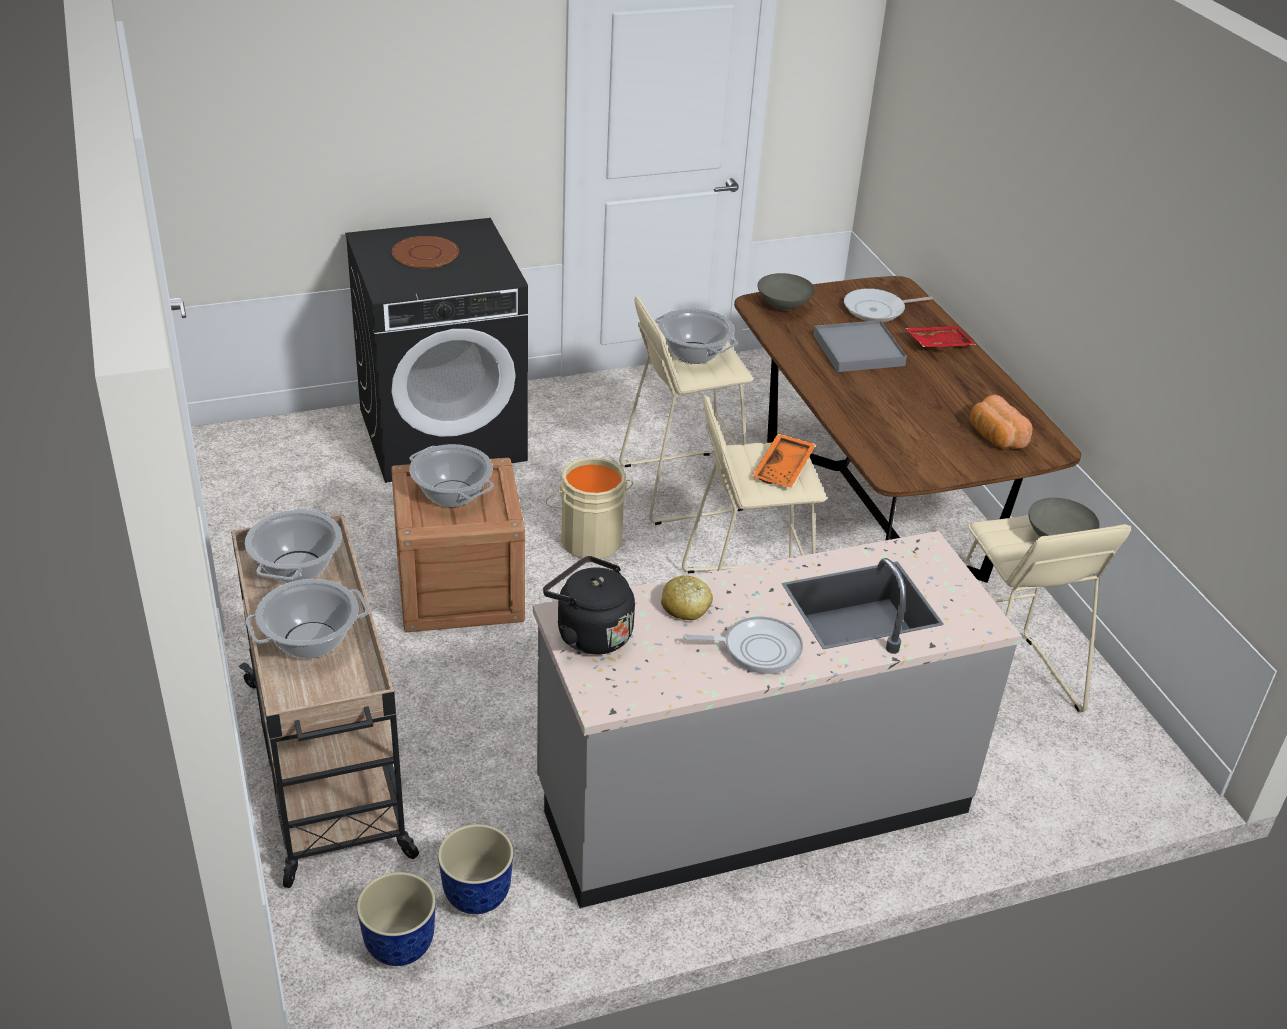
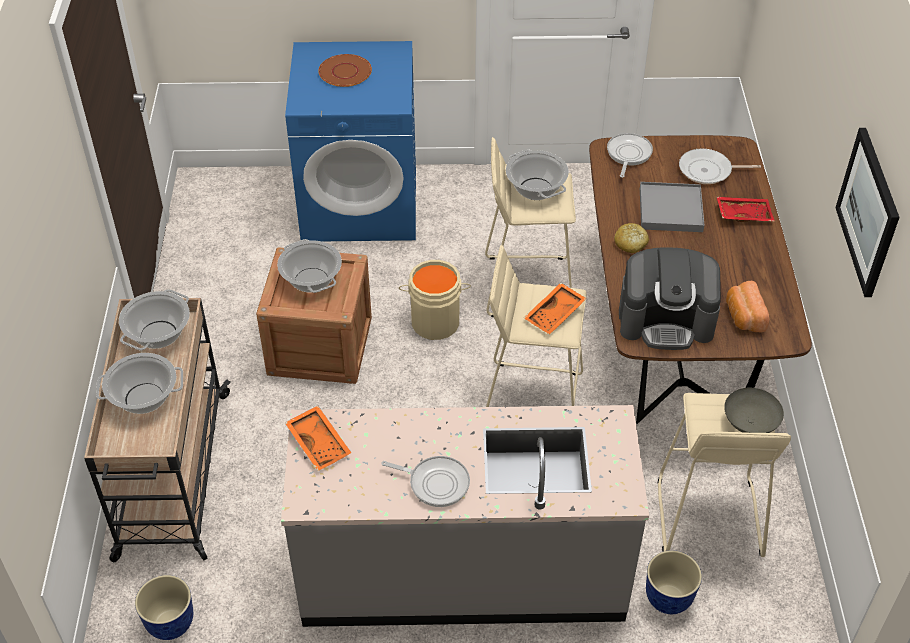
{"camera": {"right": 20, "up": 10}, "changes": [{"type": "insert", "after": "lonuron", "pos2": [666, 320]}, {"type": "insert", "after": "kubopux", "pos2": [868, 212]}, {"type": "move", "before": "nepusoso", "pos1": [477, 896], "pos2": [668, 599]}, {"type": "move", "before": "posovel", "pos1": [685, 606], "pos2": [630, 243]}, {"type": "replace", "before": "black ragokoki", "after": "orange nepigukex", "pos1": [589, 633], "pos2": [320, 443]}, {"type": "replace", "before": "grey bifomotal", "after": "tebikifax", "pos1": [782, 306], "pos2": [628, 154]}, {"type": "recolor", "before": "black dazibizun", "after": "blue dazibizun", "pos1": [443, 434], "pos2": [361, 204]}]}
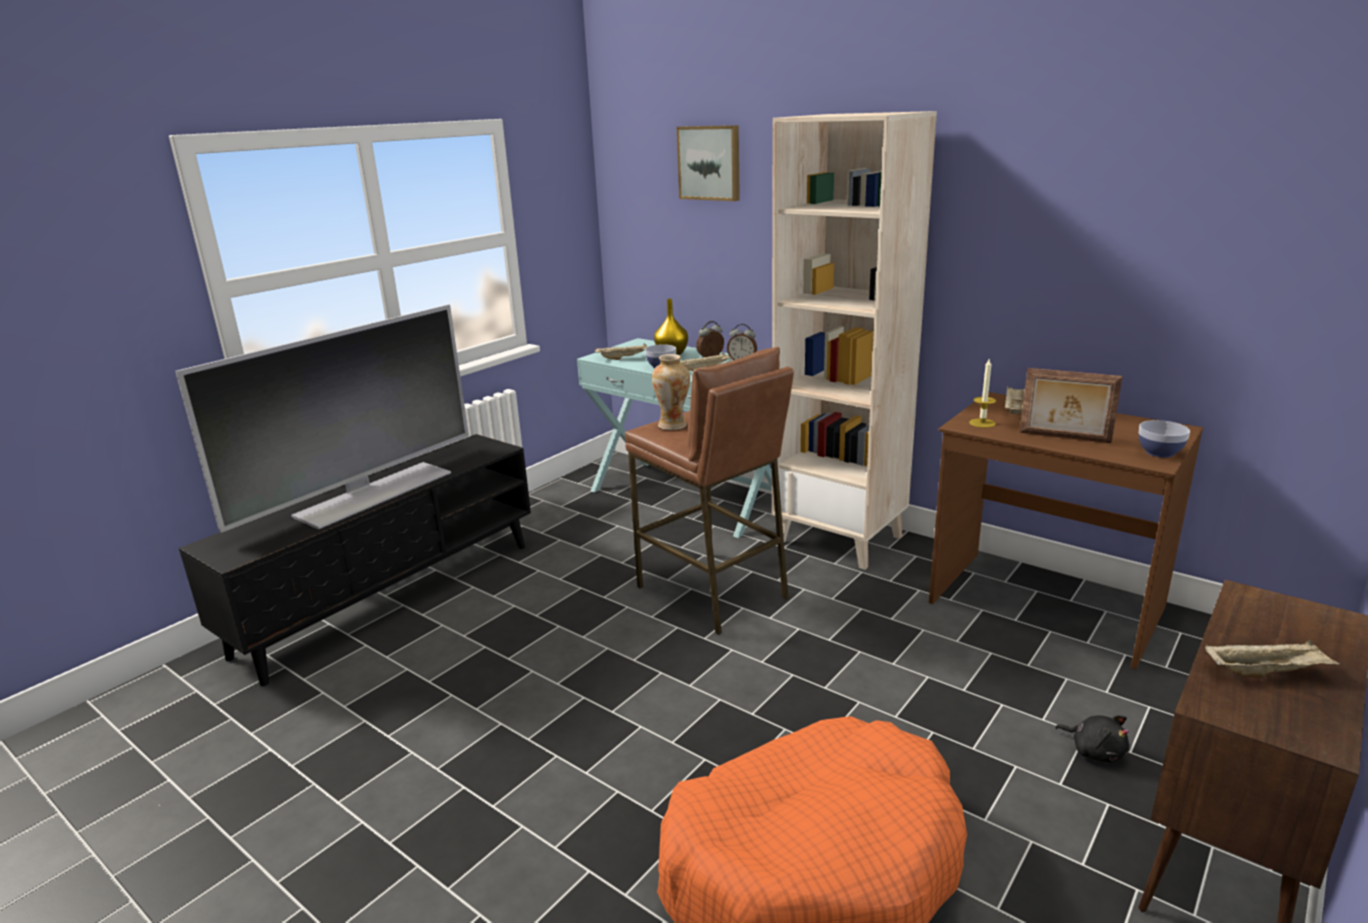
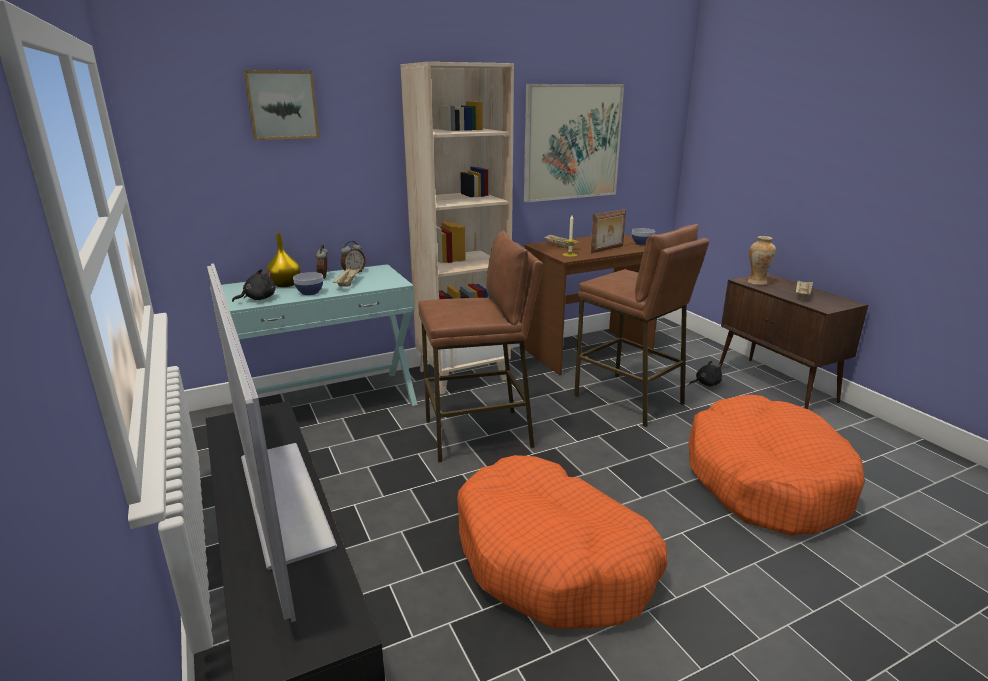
{"camera": {"right": -65, "up": 0}, "changes": [{"type": "insert", "after": "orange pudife", "pos2": [553, 559]}, {"type": "insert", "after": "kubopux", "pos2": [572, 142]}, {"type": "insert", "after": "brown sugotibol", "pos2": [629, 399]}, {"type": "move", "before": "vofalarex", "pos1": [672, 425], "pos2": [757, 282]}, {"type": "replace", "before": "beige nepigukex", "after": "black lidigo", "pos1": [623, 358], "pos2": [258, 299]}]}
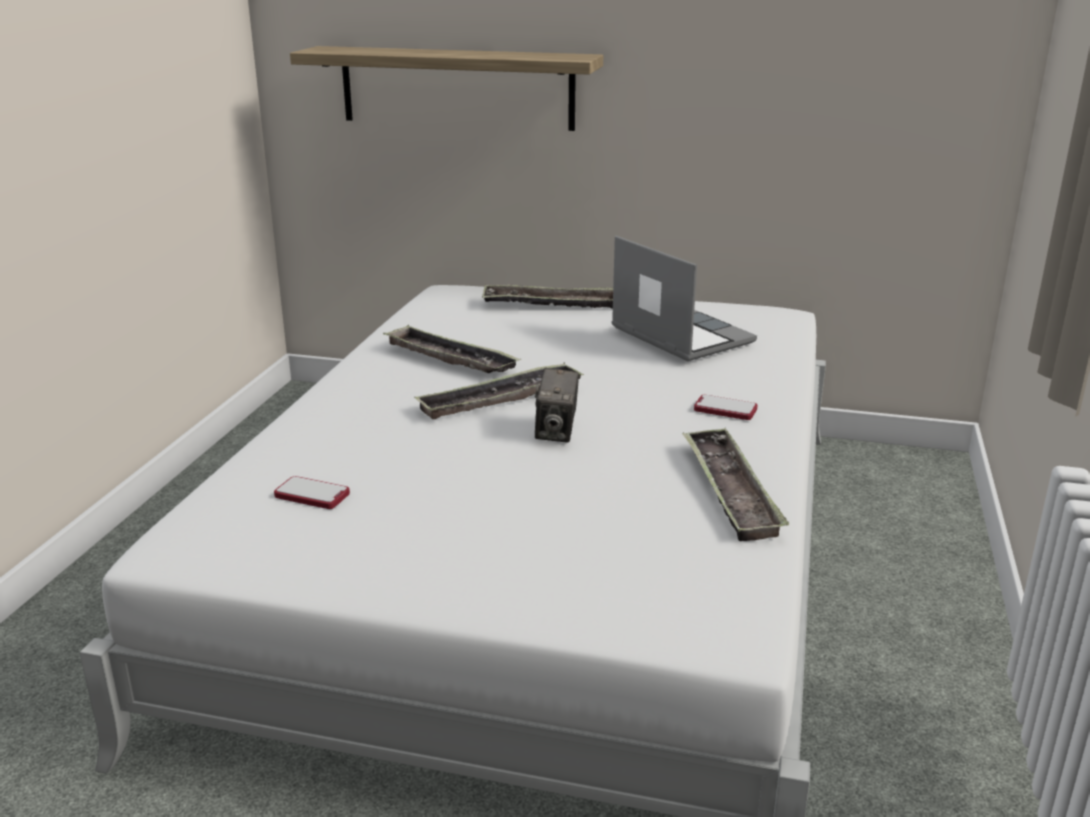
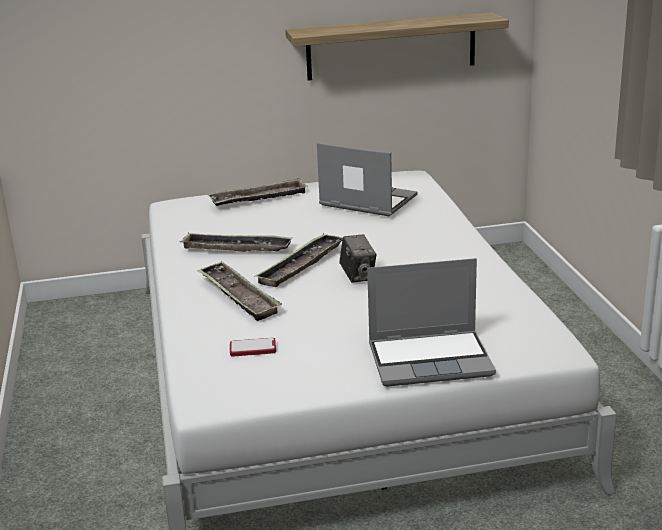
{"camera": {"right": -25, "up": 0}, "changes": [{"type": "delete", "before": "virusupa", "pos1": [725, 409]}, {"type": "insert", "after": "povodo", "pos2": [431, 359]}, {"type": "move", "before": "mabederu", "pos1": [456, 88], "pos2": [391, 46]}, {"type": "move", "before": "nepigukex", "pos1": [730, 490], "pos2": [238, 296]}]}
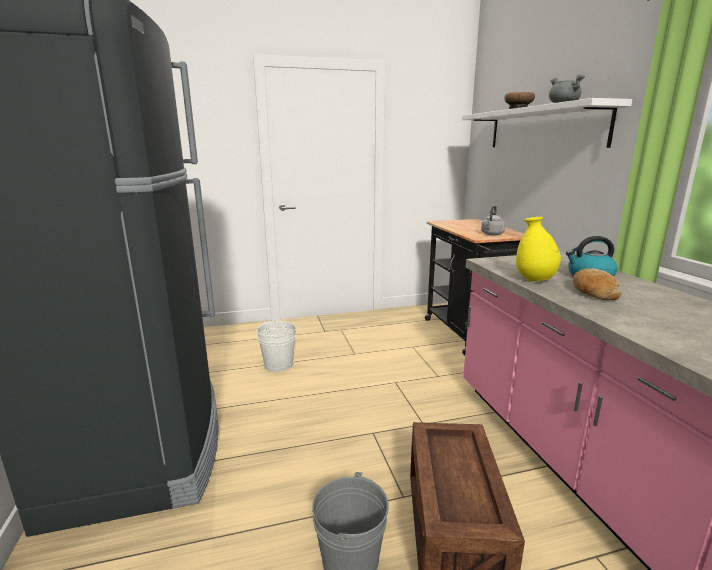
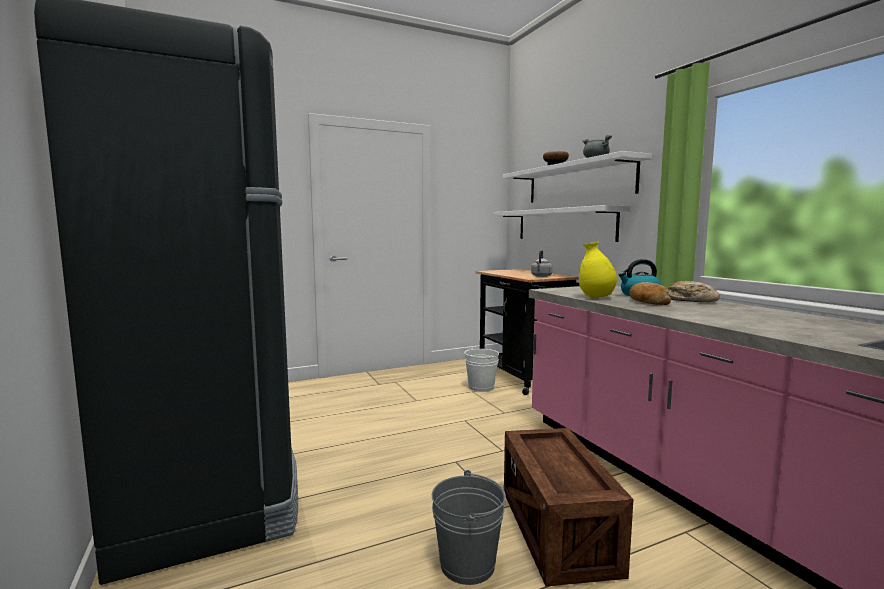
{"camera": {"right": -10, "up": -10}, "changes": [{"type": "insert", "after": "white mabederu", "pos2": [563, 225]}, {"type": "insert", "after": "posovel", "pos2": [690, 300]}, {"type": "move", "before": "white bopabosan", "pos1": [278, 364], "pos2": [481, 387]}]}
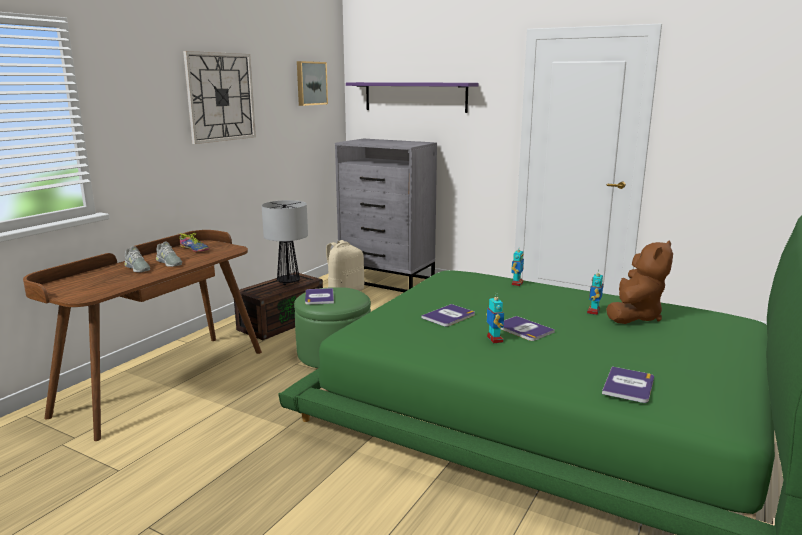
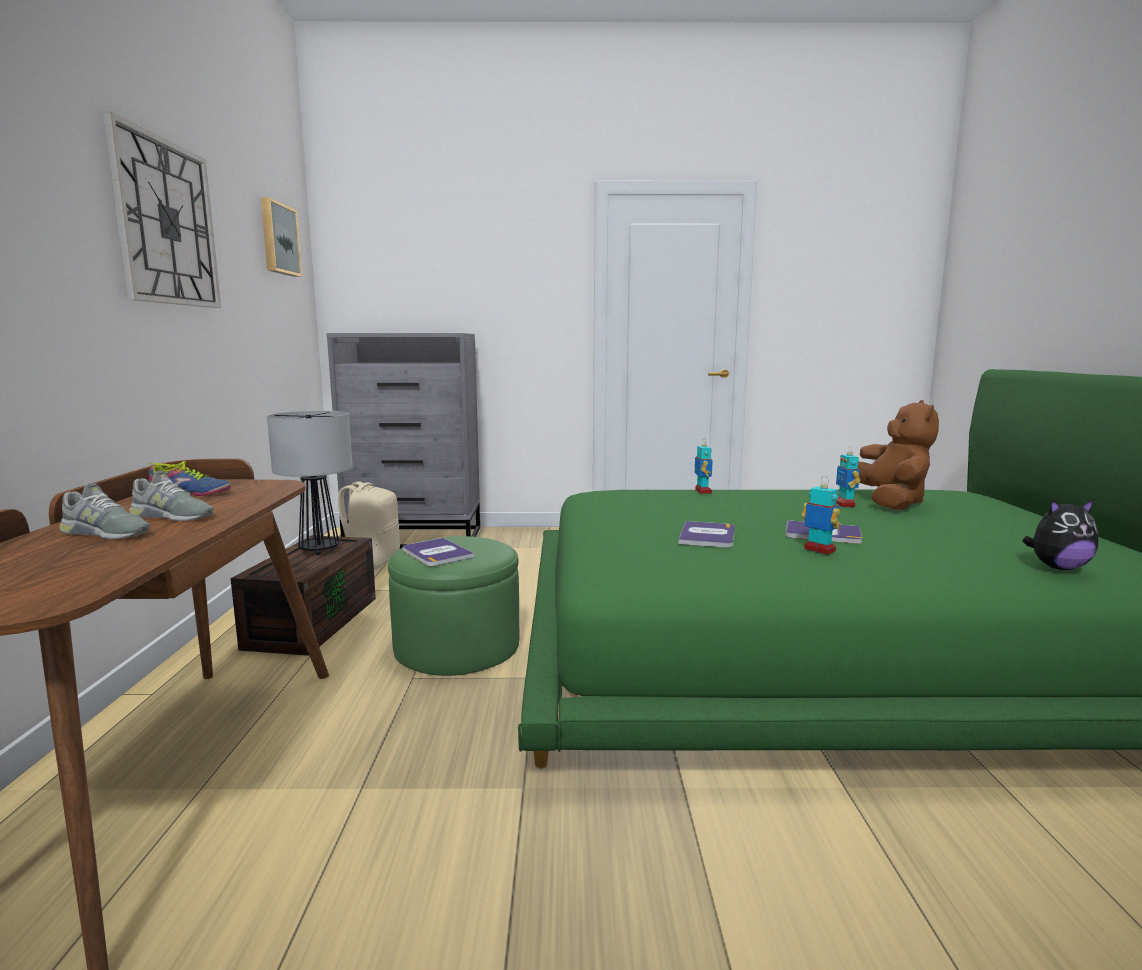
{"camera": {"right": -30, "up": -5}, "changes": [{"type": "delete", "before": "purple mabederu", "pos1": [415, 97]}, {"type": "replace", "before": "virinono", "after": "lidigo", "pos1": [628, 385], "pos2": [1058, 567]}]}
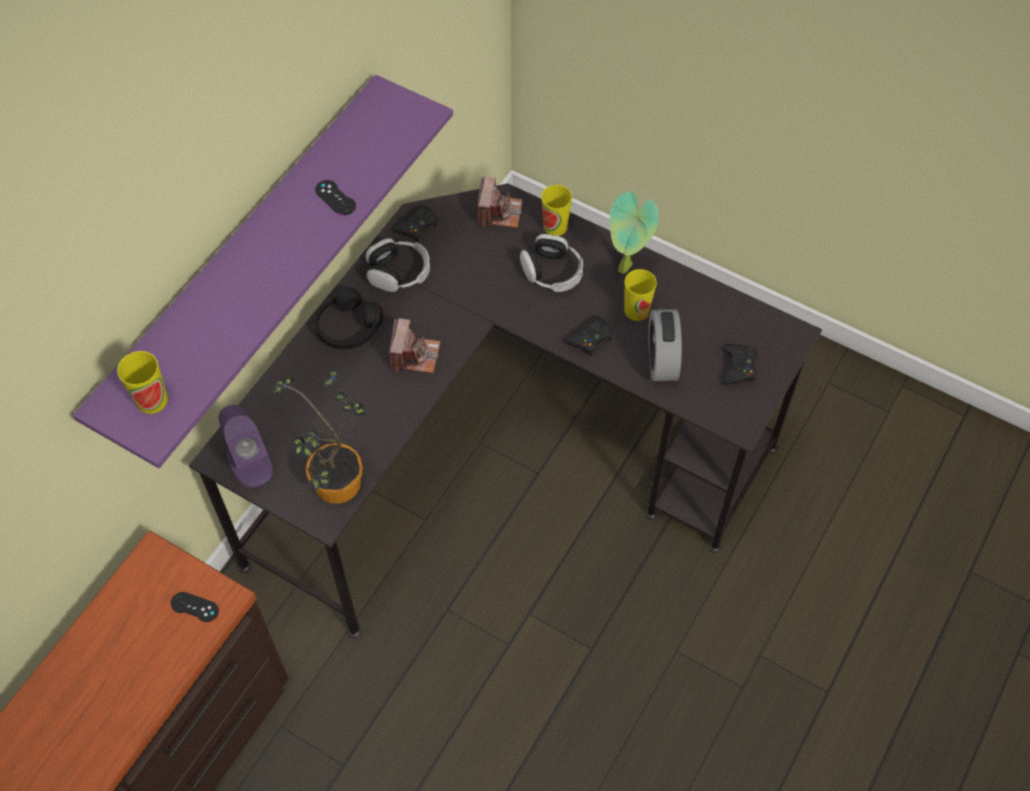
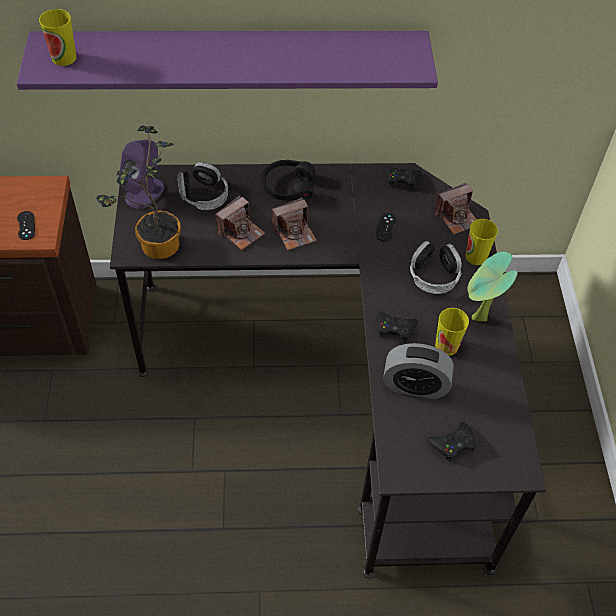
{"camera": {"right": 55, "up": -5}, "changes": [{"type": "insert", "after": "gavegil", "pos2": [240, 232]}, {"type": "move", "before": "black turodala", "pos1": [335, 198], "pos2": [385, 227]}, {"type": "move", "before": "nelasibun", "pos1": [398, 272], "pos2": [203, 195]}, {"type": "rotate", "before": "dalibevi", "pos1": [662, 360], "pos2": [415, 385], "turn": -135}]}
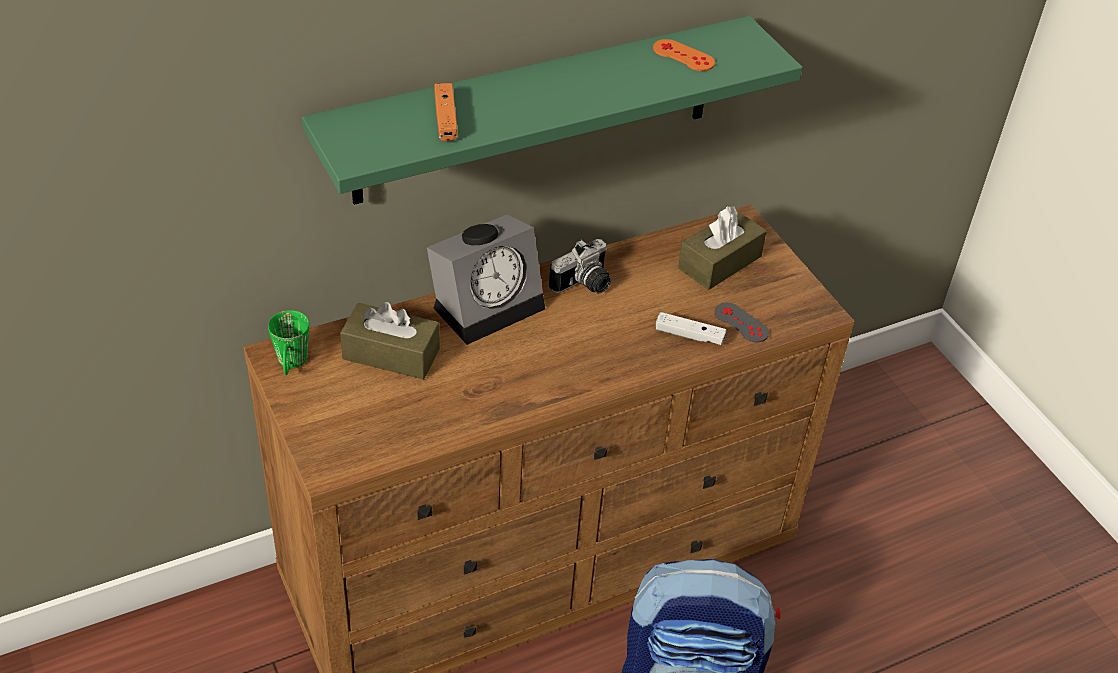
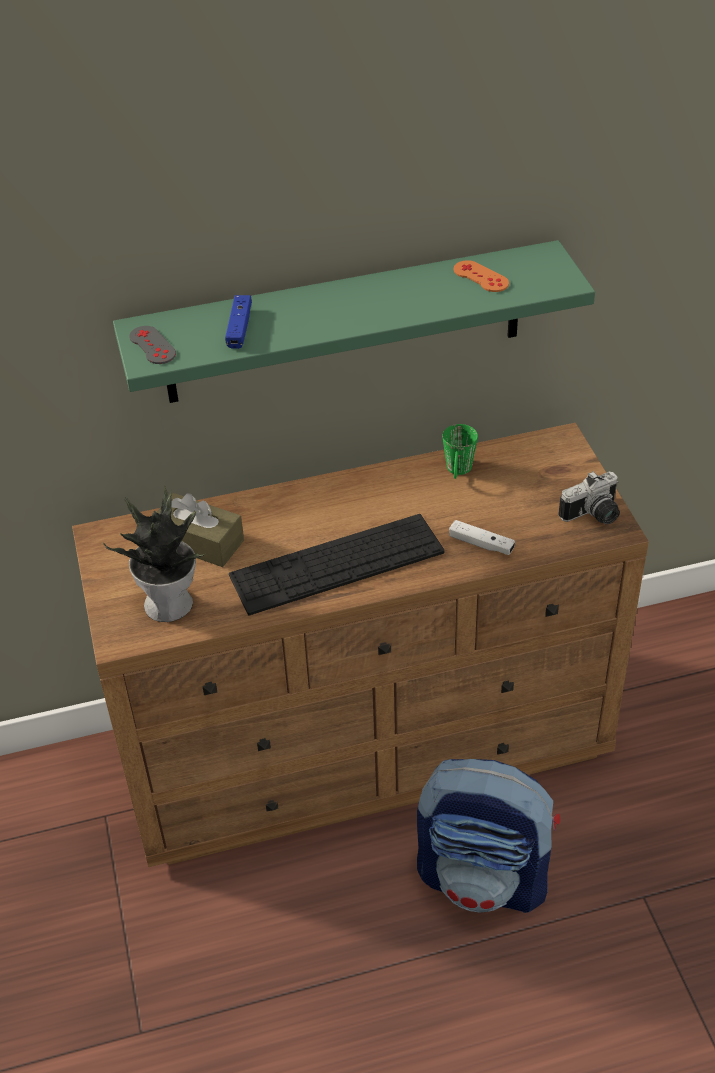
{"camera": {"right": 15, "up": 0}, "changes": [{"type": "delete", "before": "dalibevi", "pos1": [489, 304]}, {"type": "delete", "before": "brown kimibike", "pos1": [719, 262]}, {"type": "insert", "after": "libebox", "pos2": [171, 603]}, {"type": "insert", "after": "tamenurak", "pos2": [337, 564]}, {"type": "move", "before": "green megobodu", "pos1": [291, 365], "pos2": [458, 472]}, {"type": "move", "before": "gavegil", "pos1": [585, 285], "pos2": [594, 516]}, {"type": "move", "before": "grey turodala", "pos1": [741, 323], "pos2": [152, 345]}, {"type": "recolor", "before": "orange turodala", "after": "blue turodala", "pos1": [445, 119], "pos2": [239, 328]}]}
